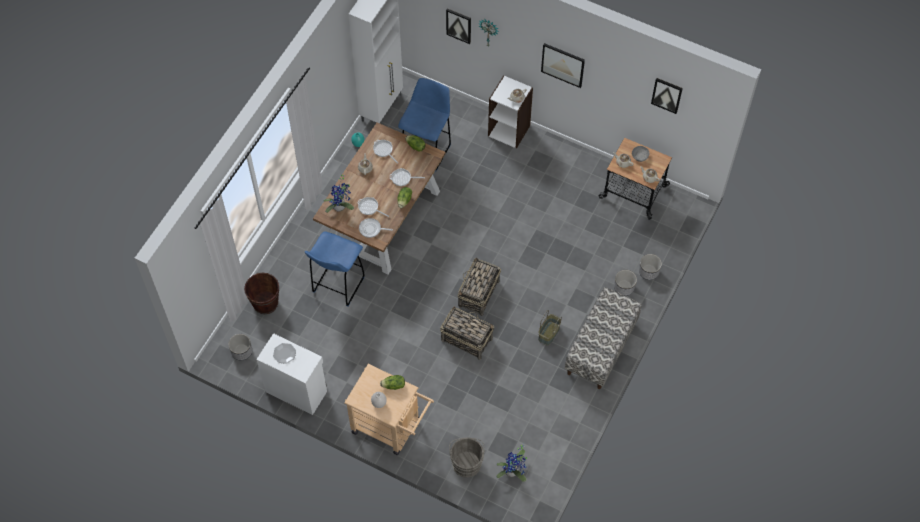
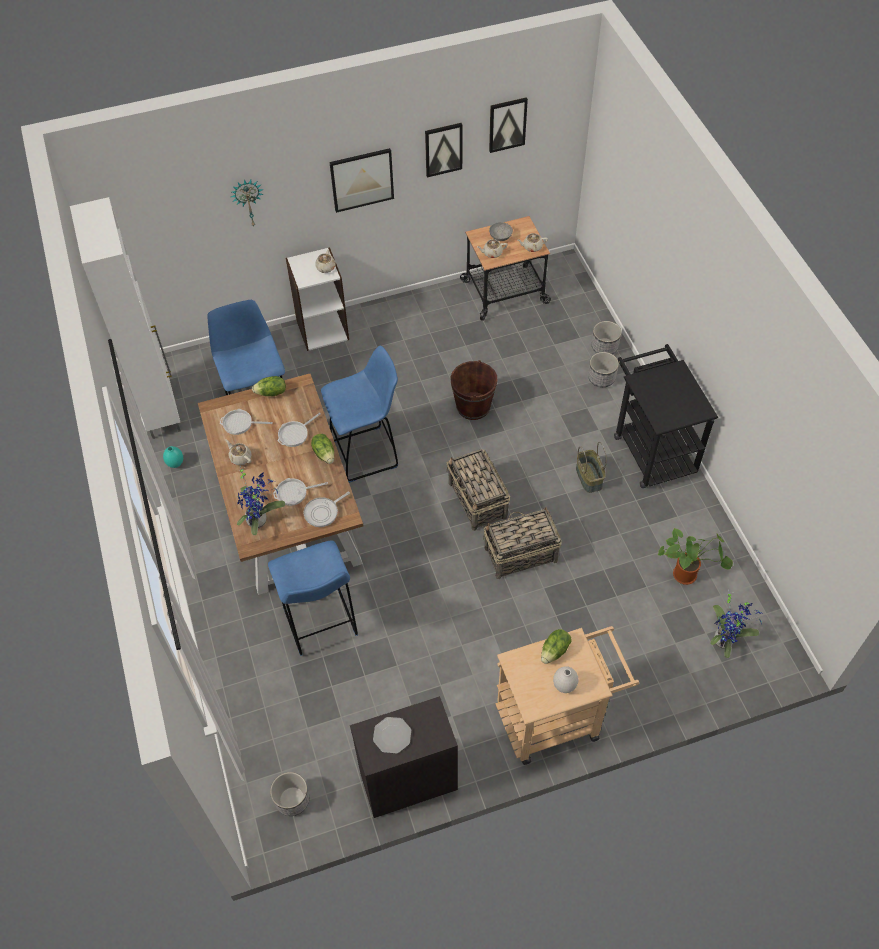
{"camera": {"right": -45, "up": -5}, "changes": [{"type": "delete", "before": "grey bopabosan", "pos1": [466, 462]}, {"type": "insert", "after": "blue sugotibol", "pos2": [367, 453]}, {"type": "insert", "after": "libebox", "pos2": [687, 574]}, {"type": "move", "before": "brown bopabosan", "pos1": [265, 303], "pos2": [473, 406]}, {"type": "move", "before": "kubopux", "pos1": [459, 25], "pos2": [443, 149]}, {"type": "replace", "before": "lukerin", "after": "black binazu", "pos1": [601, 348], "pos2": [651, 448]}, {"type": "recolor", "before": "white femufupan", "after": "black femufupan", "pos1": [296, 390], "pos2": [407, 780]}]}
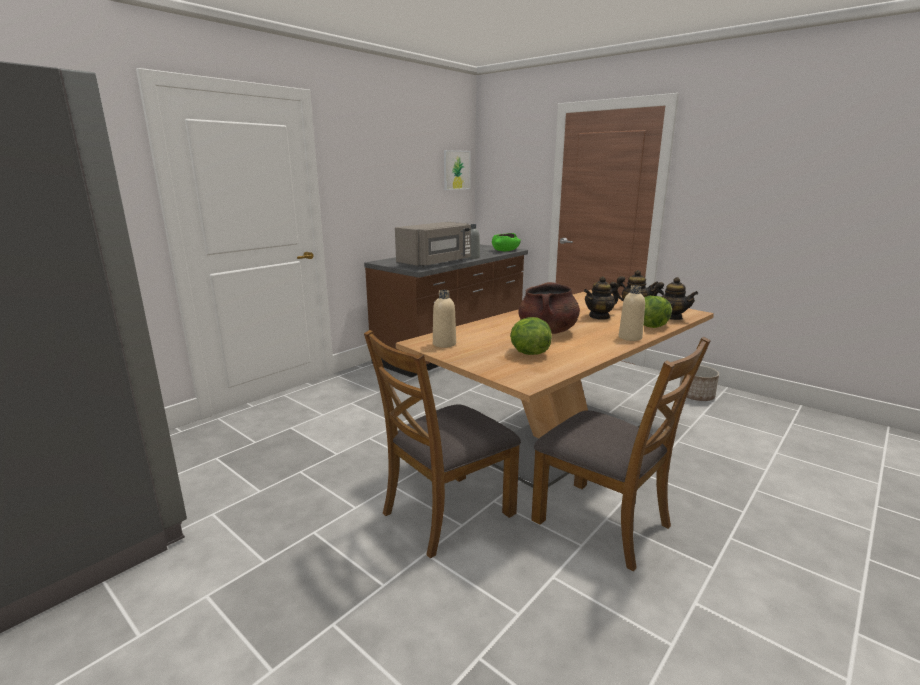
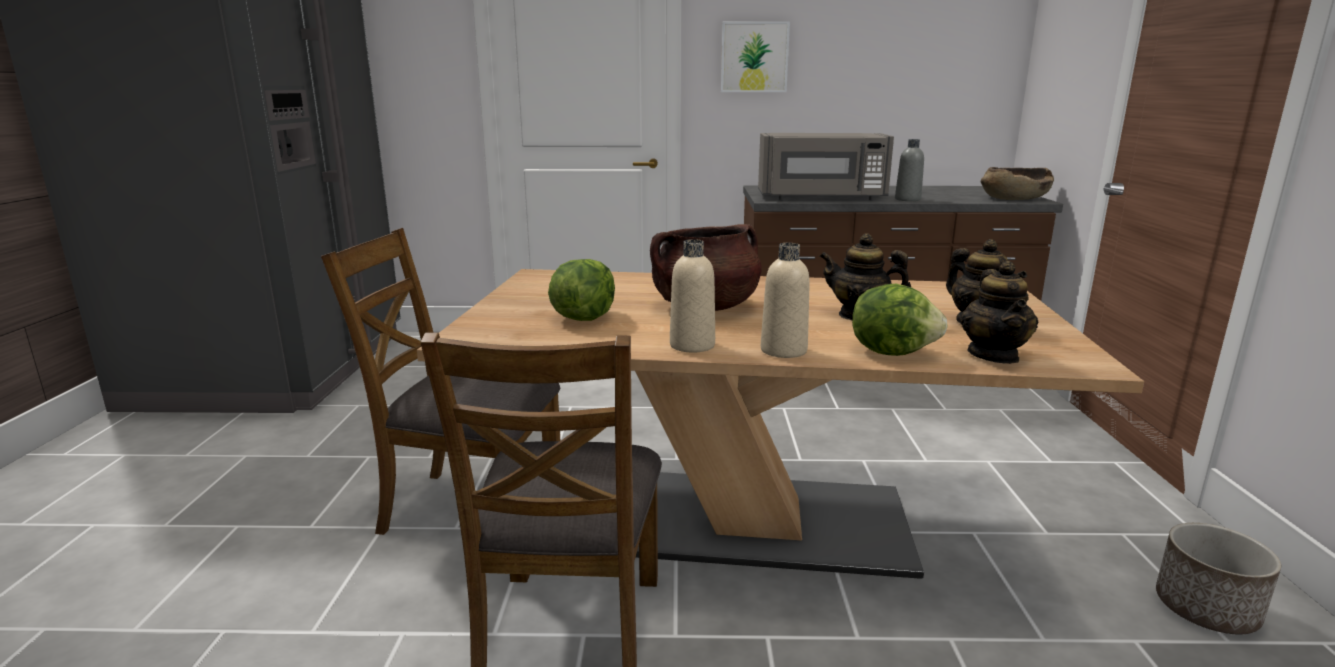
{"camera": {"right": 50, "up": 0}, "changes": [{"type": "move", "before": "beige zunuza", "pos1": [444, 344], "pos2": [692, 345]}, {"type": "move", "before": "kubopux", "pos1": [456, 170], "pos2": [754, 57]}, {"type": "recolor", "before": "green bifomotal", "after": "brown bifomotal", "pos1": [505, 250], "pos2": [1014, 198]}]}
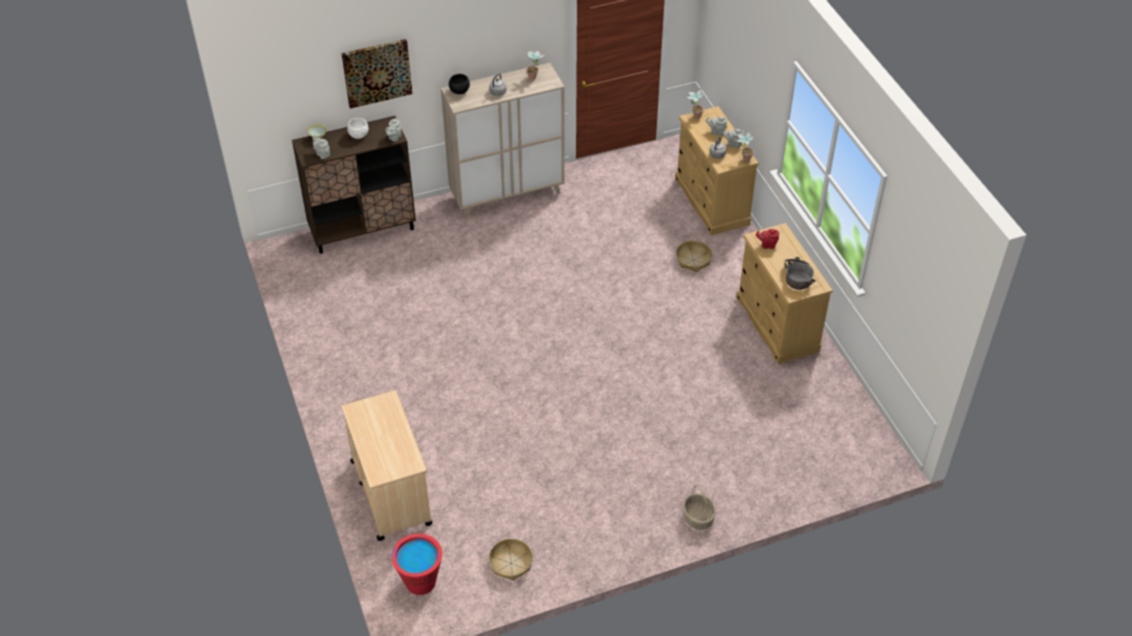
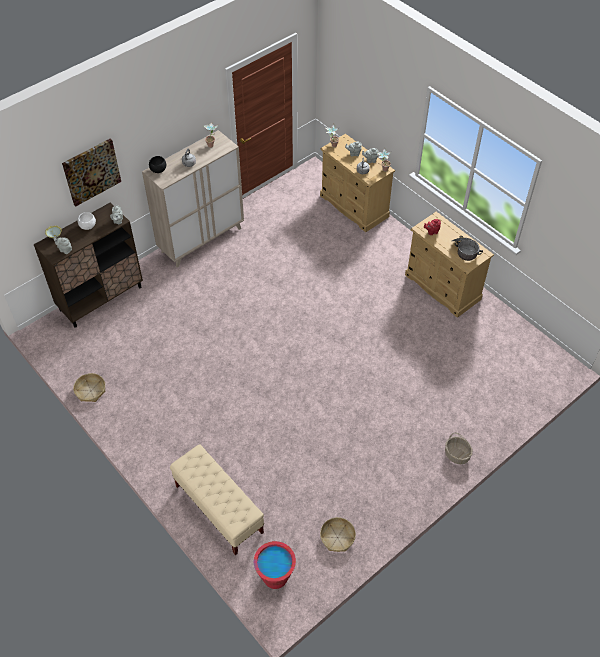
{"camera": {"right": -20, "up": 5}, "changes": [{"type": "move", "before": "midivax", "pos1": [693, 260], "pos2": [90, 391]}, {"type": "replace", "before": "beige binazu", "after": "beige lukerin", "pos1": [390, 492], "pos2": [218, 509]}]}
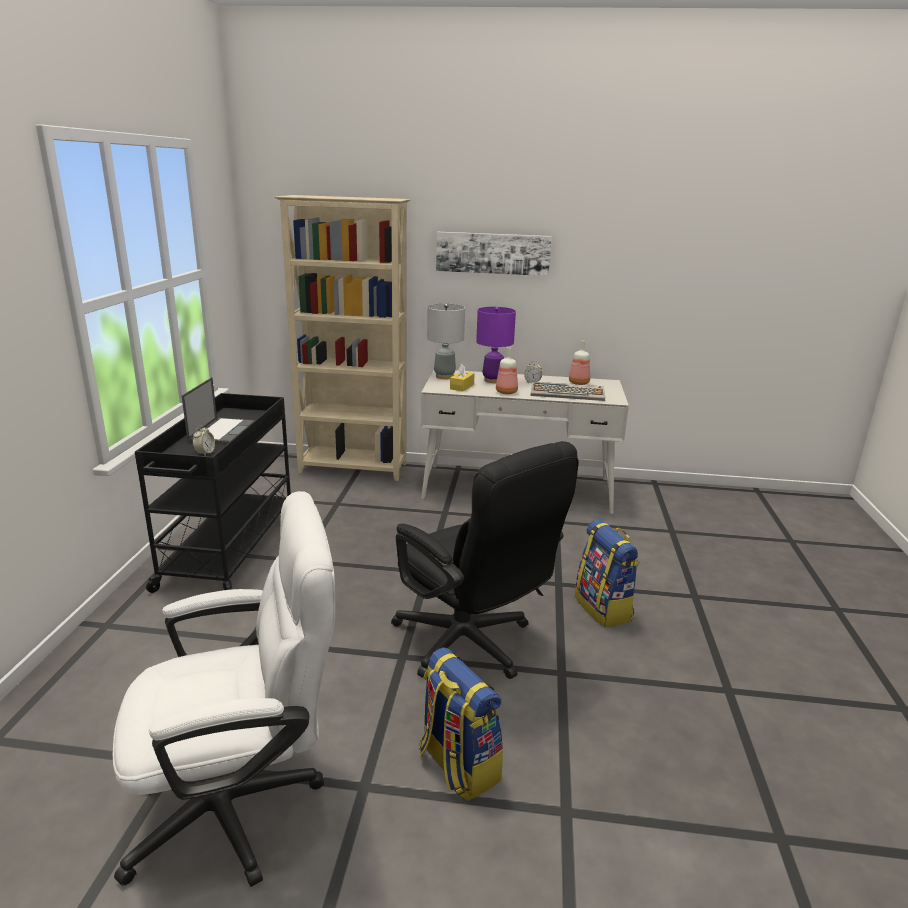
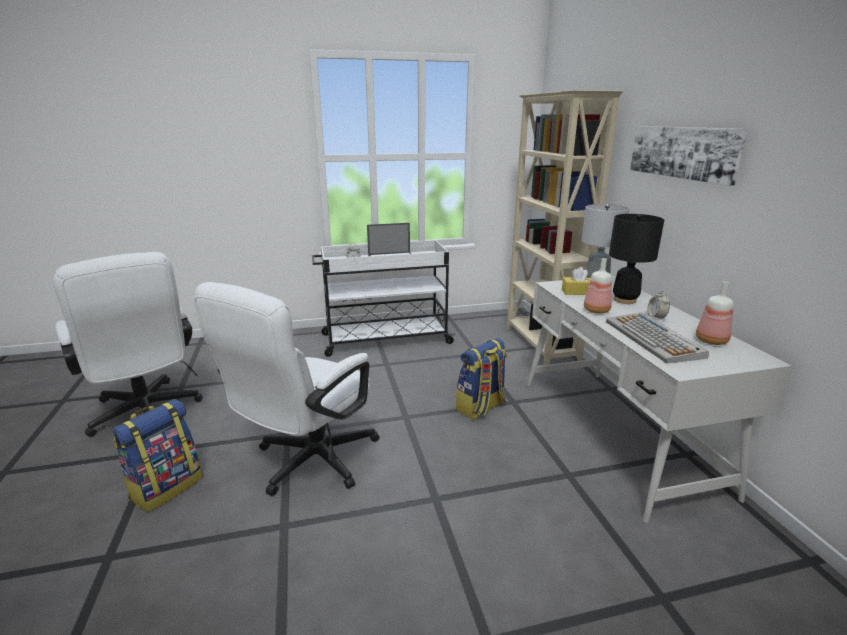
{"camera": {"right": 70, "up": 0}, "changes": [{"type": "move", "before": "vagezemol", "pos1": [604, 608], "pos2": [481, 407]}, {"type": "recolor", "before": "black binazu", "after": "white binazu", "pos1": [230, 548], "pos2": [384, 339]}, {"type": "recolor", "before": "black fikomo", "after": "white fikomo", "pos1": [471, 646], "pos2": [308, 463]}, {"type": "recolor", "before": "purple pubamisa", "after": "black pubamisa", "pos1": [493, 380], "pos2": [624, 300]}]}
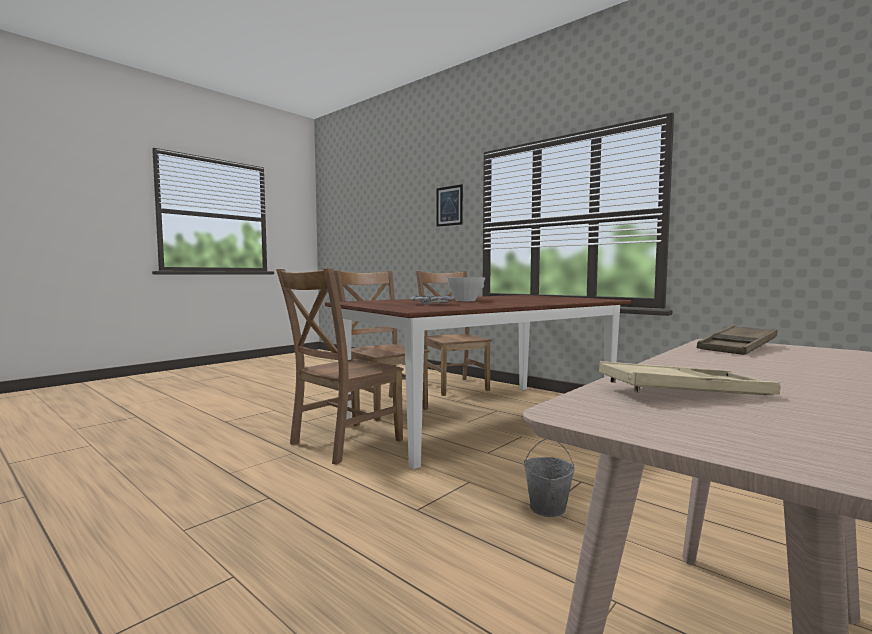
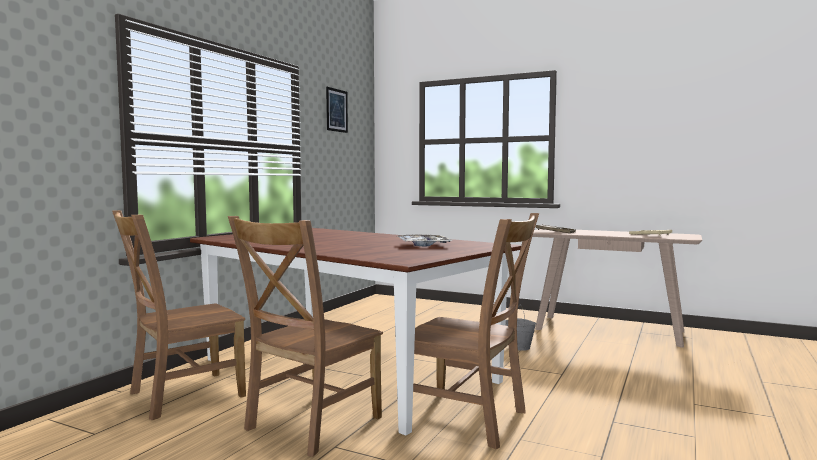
{"camera": {"right": -105, "up": 0}, "changes": [{"type": "delete", "before": "white bifomotal", "pos1": [465, 300]}, {"type": "move", "before": "kubopux", "pos1": [449, 206], "pos2": [336, 110]}]}
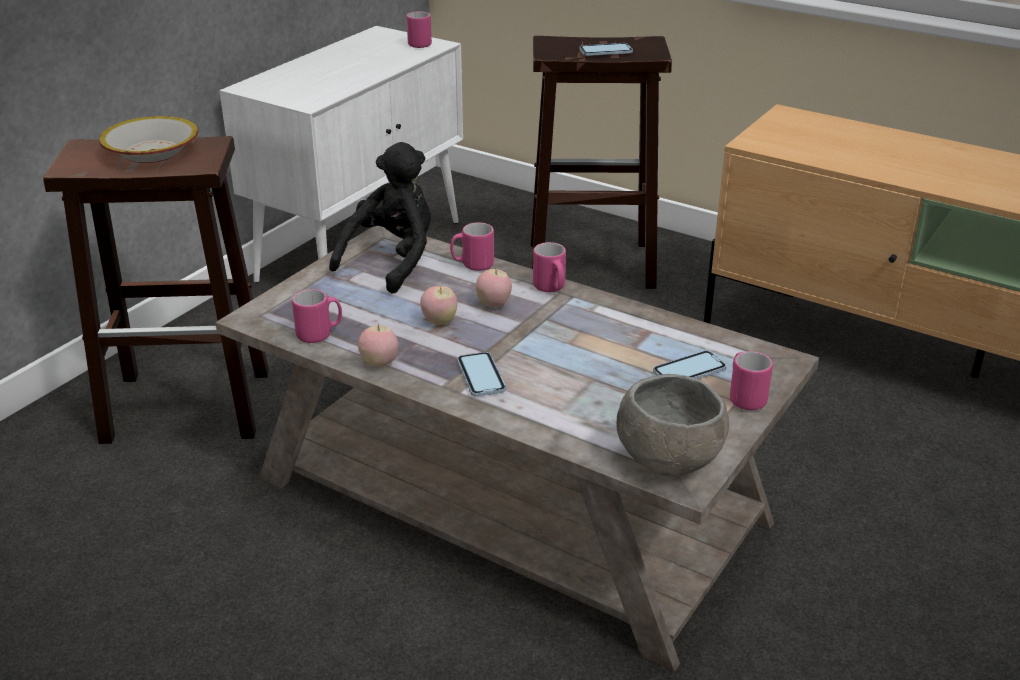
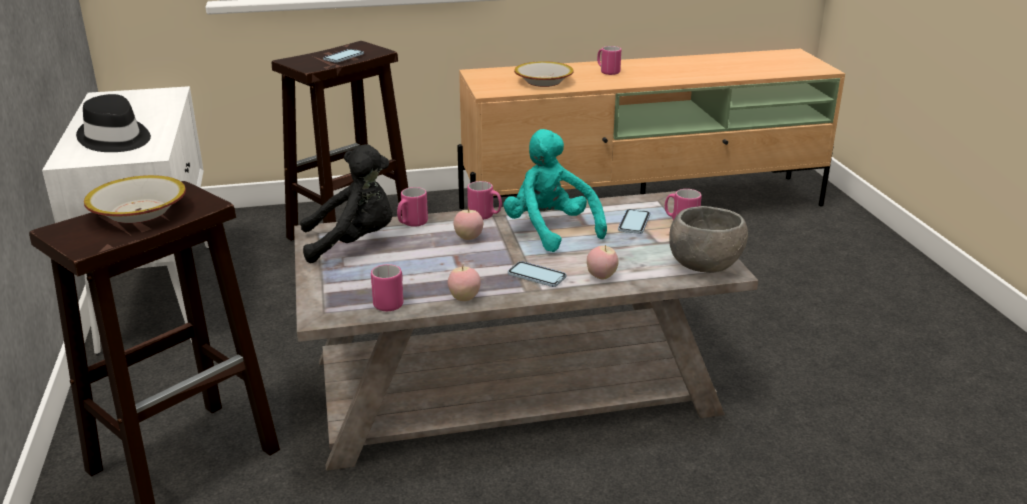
{"camera": {"right": -45, "up": -5}, "changes": [{"type": "insert", "after": "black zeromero", "pos2": [115, 139]}, {"type": "insert", "after": "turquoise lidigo", "pos2": [550, 230]}, {"type": "insert", "after": "bifomotal", "pos2": [543, 82]}, {"type": "move", "before": "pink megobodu", "pos1": [420, 43], "pos2": [607, 72]}, {"type": "move", "before": "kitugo", "pos1": [439, 322], "pos2": [601, 277]}, {"type": "rotate", "before": "black lidigo", "pos1": [393, 261], "pos2": [353, 243], "turn": 90}]}
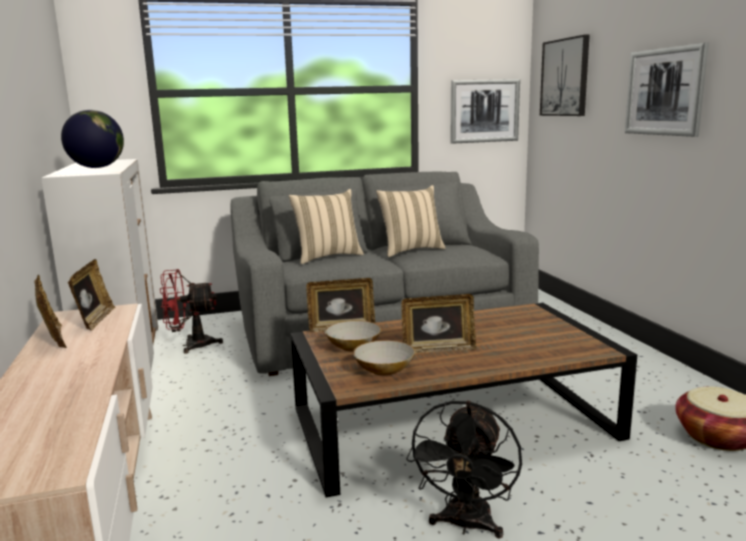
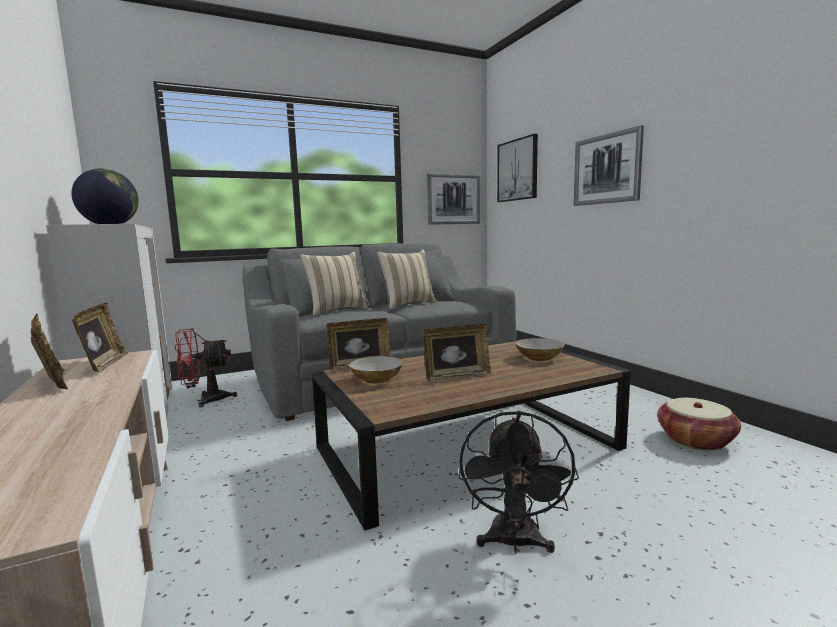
{"camera": {"right": -10, "up": -5}, "changes": [{"type": "move", "before": "bifomotal", "pos1": [383, 370], "pos2": [538, 358]}]}
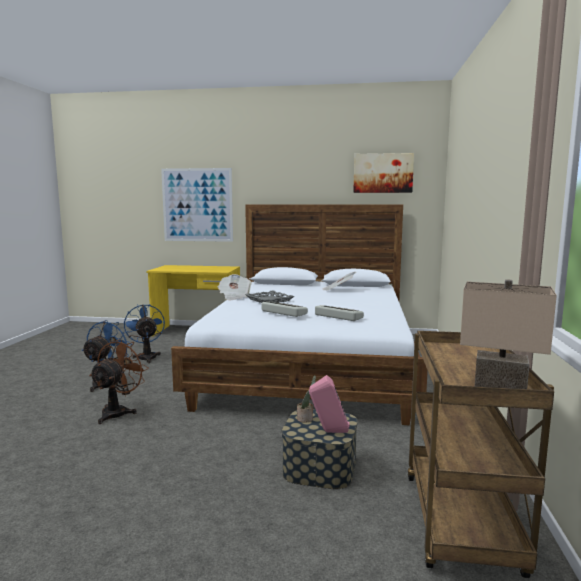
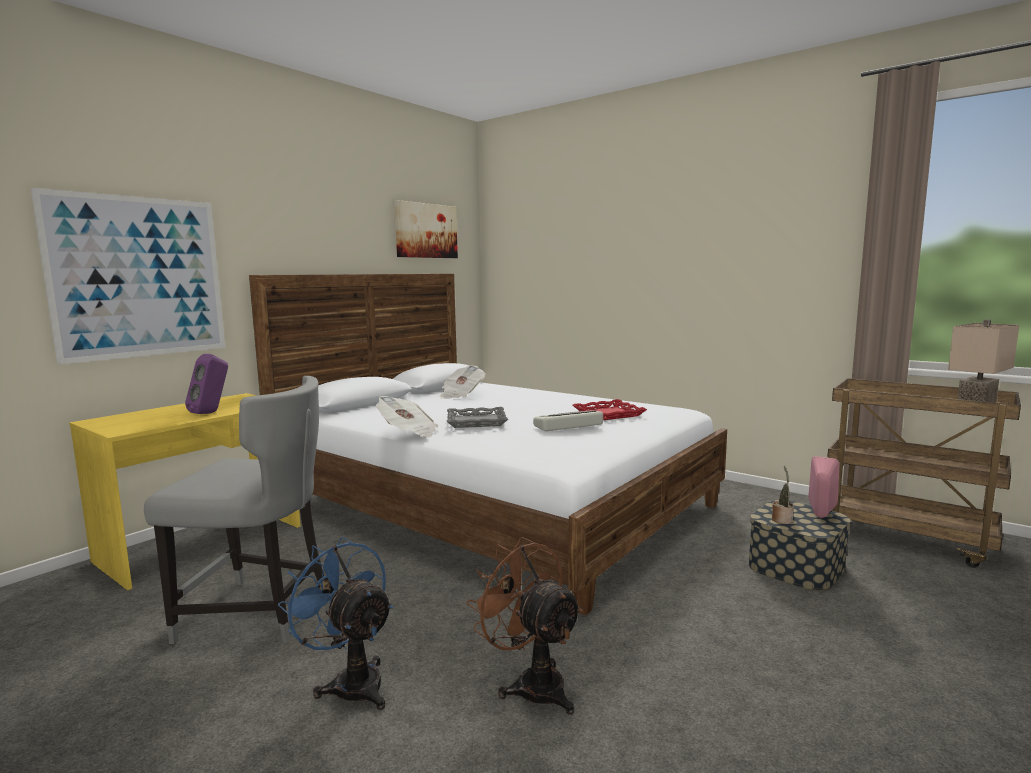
{"camera": {"right": -60, "up": 0}, "changes": [{"type": "insert", "after": "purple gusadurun", "pos2": [211, 412]}, {"type": "replace", "before": "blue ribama", "after": "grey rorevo", "pos1": [146, 357], "pos2": [260, 614]}, {"type": "replace", "before": "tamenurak", "after": "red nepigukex", "pos1": [337, 316], "pos2": [609, 414]}]}
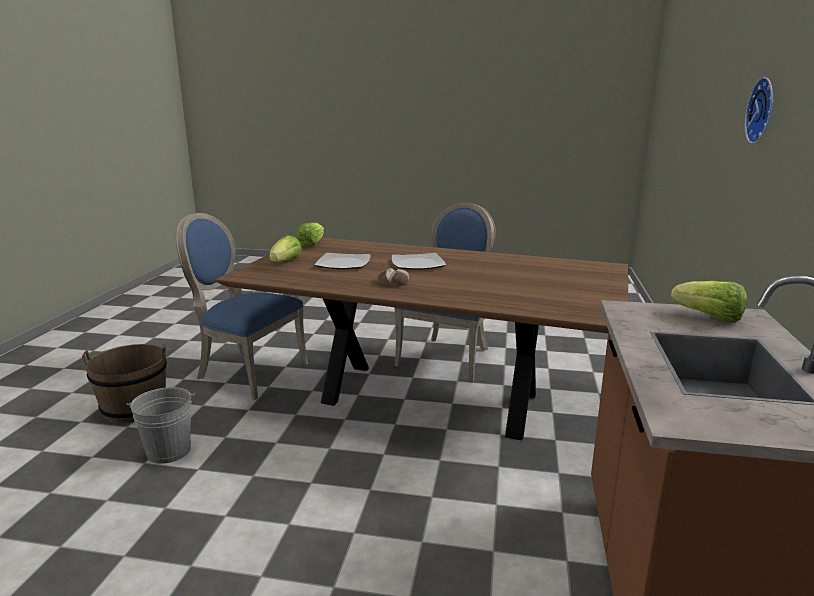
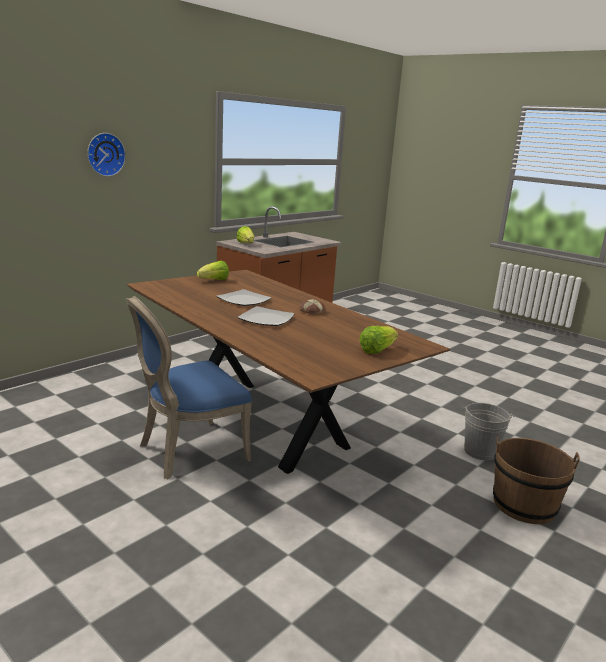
{"camera": {"right": -150, "up": 0}, "changes": [{"type": "delete", "before": "blue rorevo", "pos1": [247, 372]}, {"type": "move", "before": "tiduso", "pos1": [311, 244], "pos2": [214, 280]}, {"type": "move", "before": "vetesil", "pos1": [343, 263], "pos2": [244, 300]}]}
